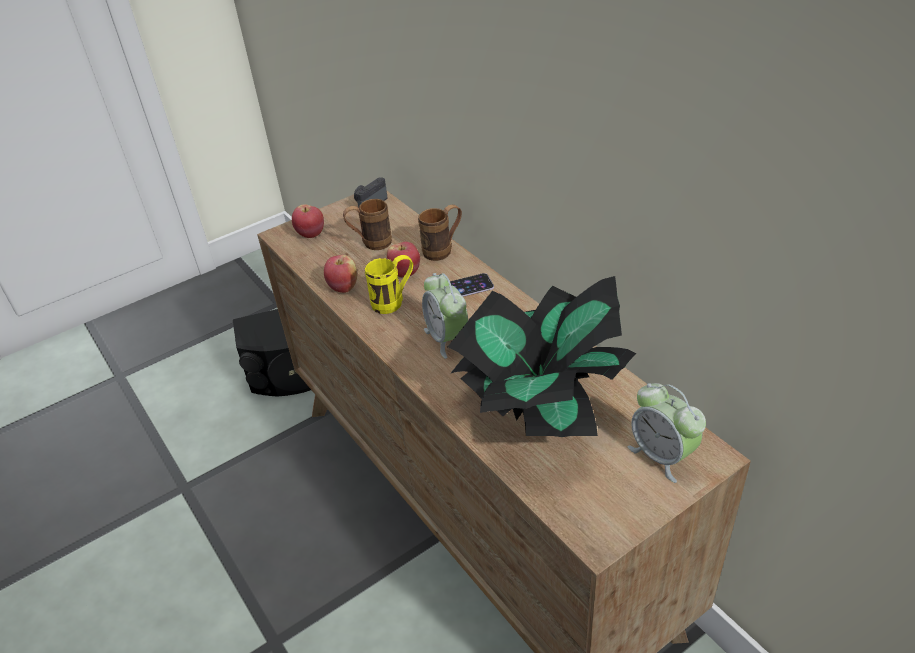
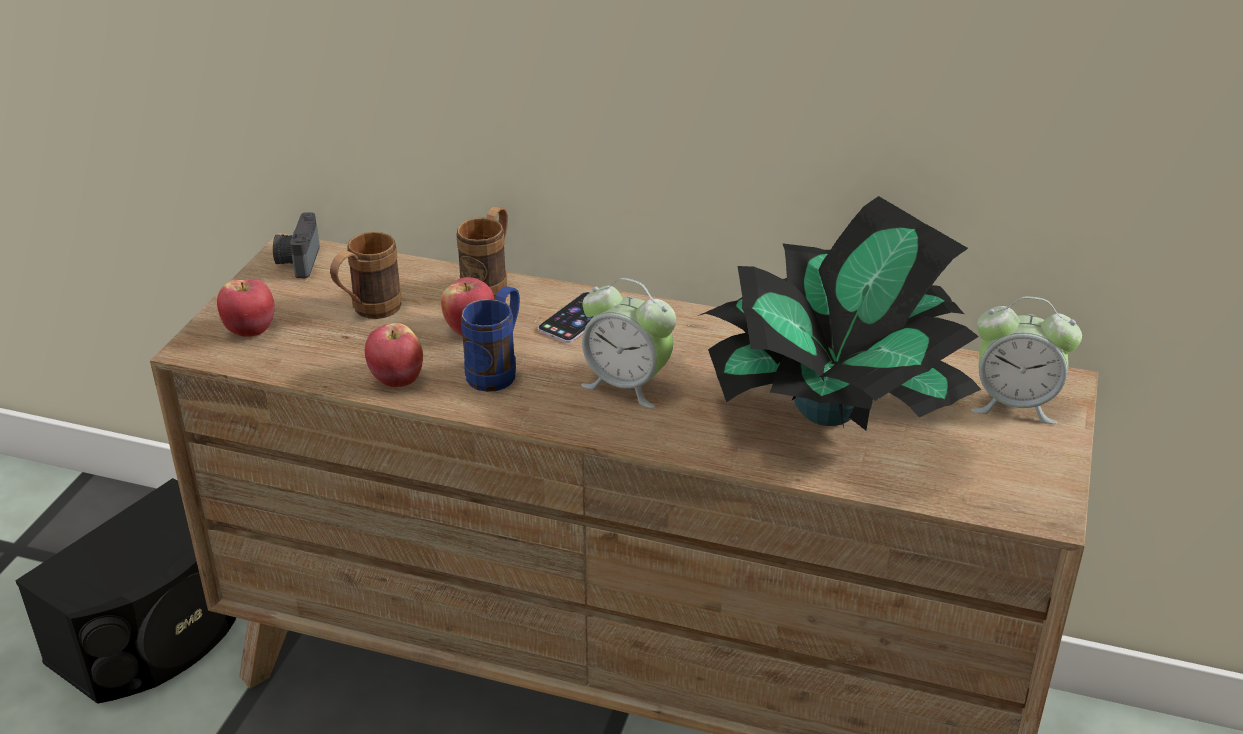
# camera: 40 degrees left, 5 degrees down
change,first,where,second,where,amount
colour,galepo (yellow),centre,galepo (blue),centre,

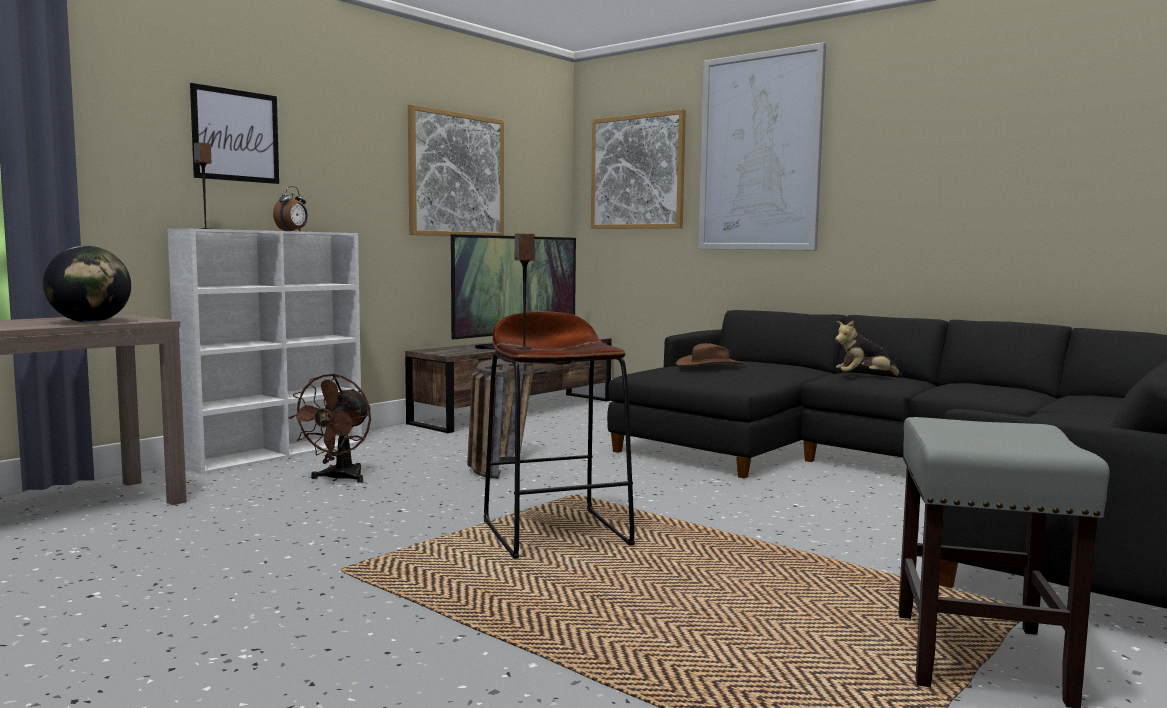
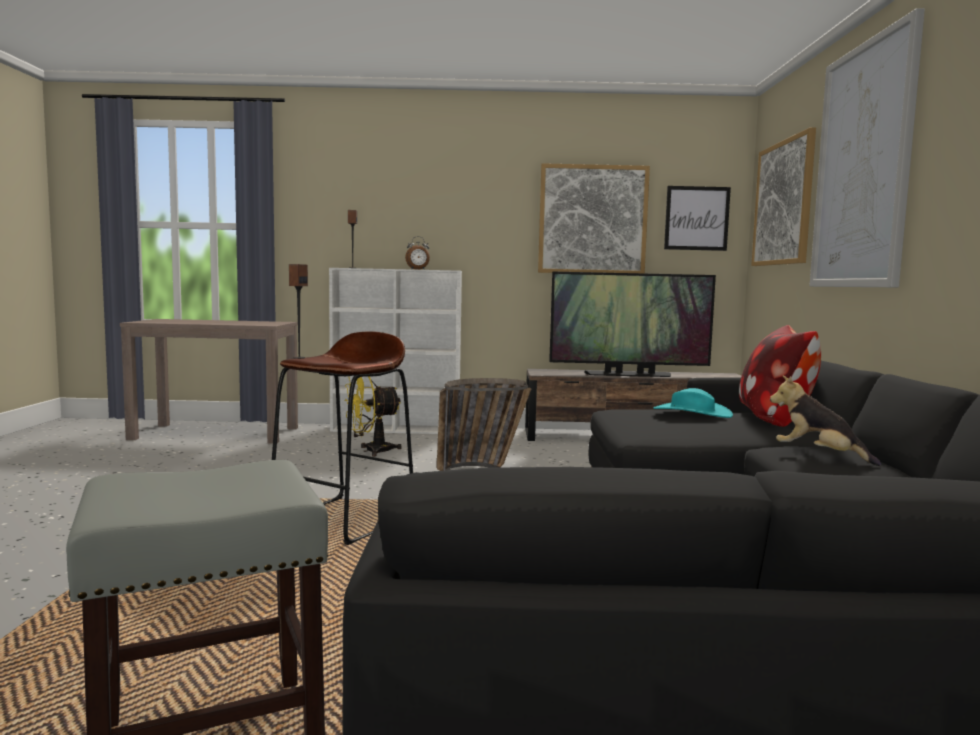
# camera: 50 degrees right, 0 degrees up
change,first,where,second,where,amount
colour,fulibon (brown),middle left,fulibon (yellow),centre,
colour,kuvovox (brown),centre,kuvovox (turquoise),middle right,
relocated,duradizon (no. 1 from left in the first image),top left,duradizon (no. 2 from left),top right,
appeared,,,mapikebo,middle right,
missing,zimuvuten,middle left,,,

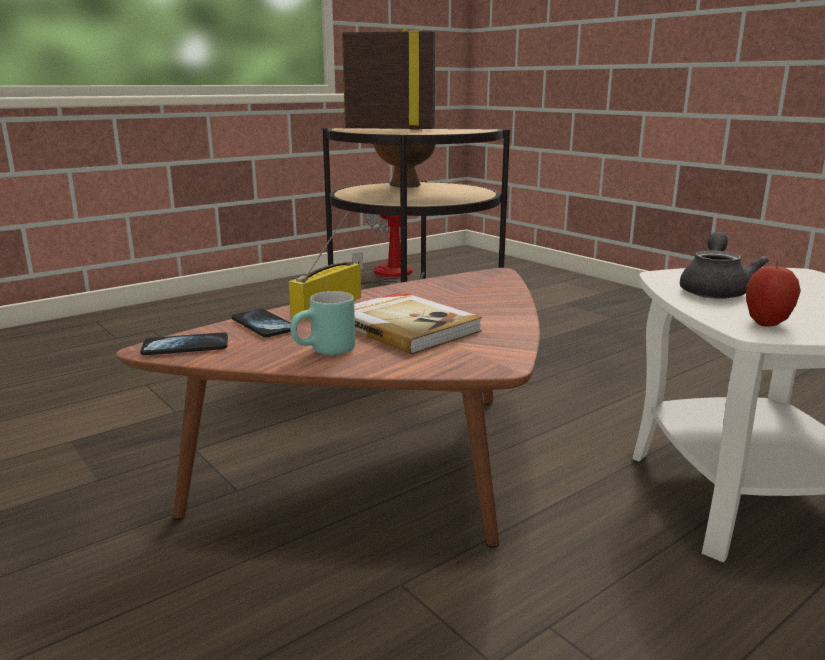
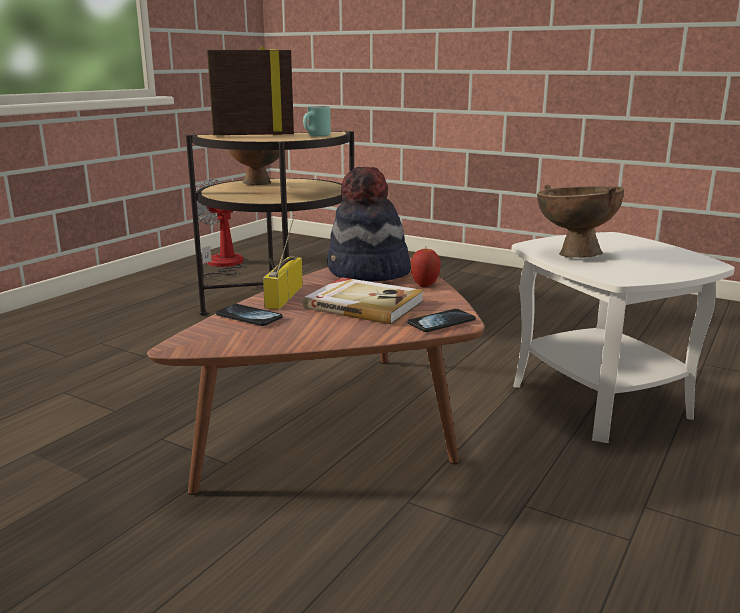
# camera: 20 degrees left, 0 degrees up
change,first,where,second,where,amount
relocated,galepo (turquoise),centre,,top centre,
appeared,,,kuvovox,centre,
relocated,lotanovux (no. 1 from left in the first image),middle left,lotanovux (no. 2 from left),centre,
relocated,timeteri,middle right,,centre,
exchanged,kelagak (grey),middle right,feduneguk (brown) (no. 2 from left),middle right,

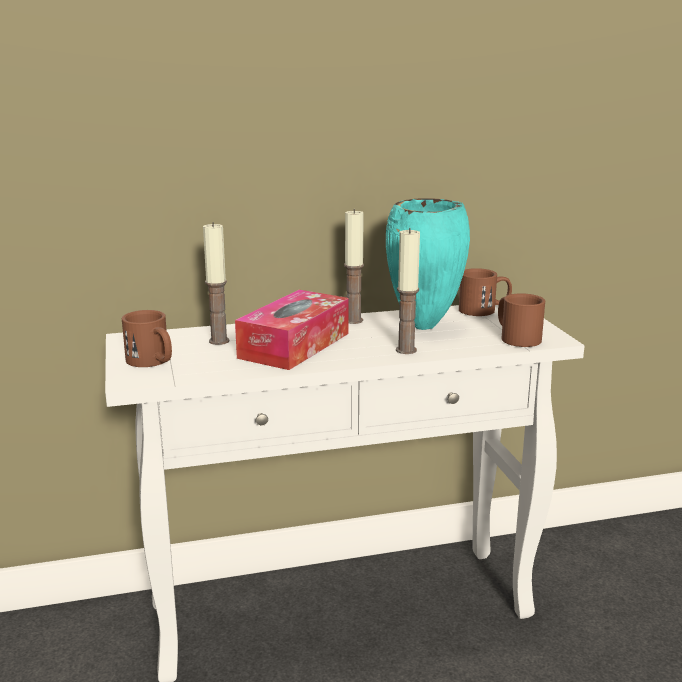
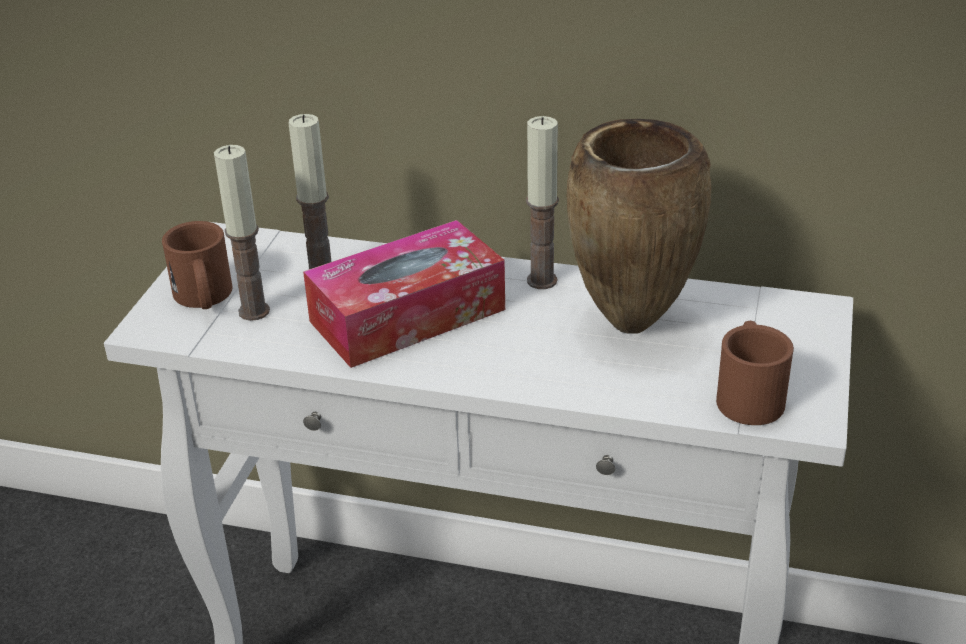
# camera: 30 degrees right, 15 degrees up
change,first,where,second,where,amount
relocated,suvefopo (no. 3 from left in the first image),centre,suvefopo (no. 1 from left),middle left,
colour,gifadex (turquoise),centre,gifadex (brown),centre,
missing,galepo (brown) (no. 2 from left),middle right,,,

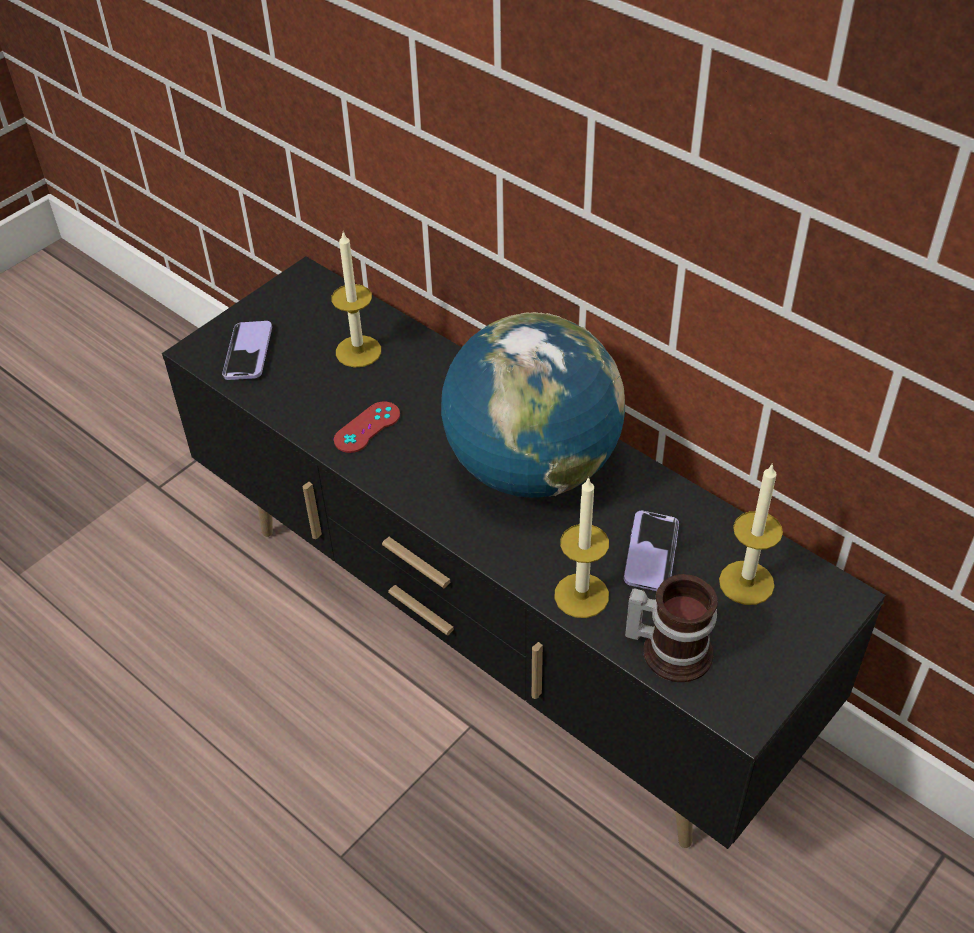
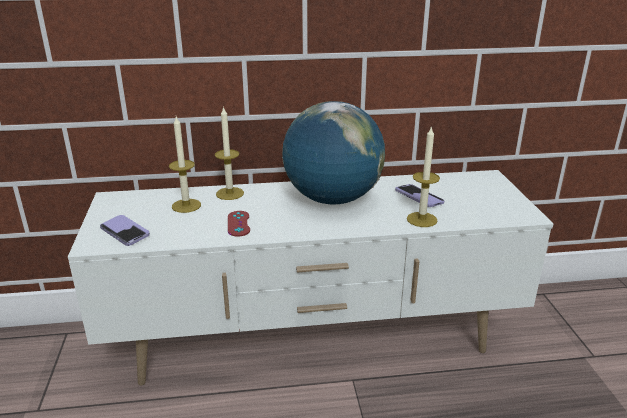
# camera: 50 degrees left, 20 degrees down
change,first,where,second,where,amount
colour,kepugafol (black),centre,kepugafol (white),centre,
relocated,suvefopo (no. 3 from left in the first image),middle right,suvefopo (no. 2 from left),centre,
missing,galepo,bottom right,,,

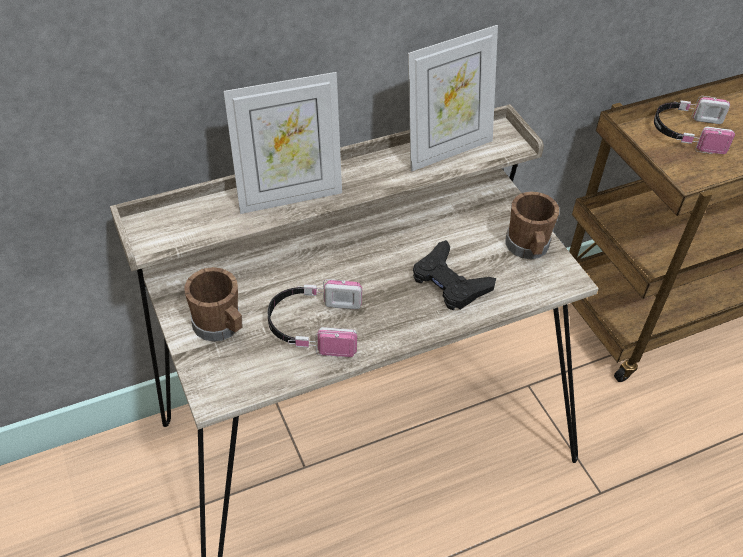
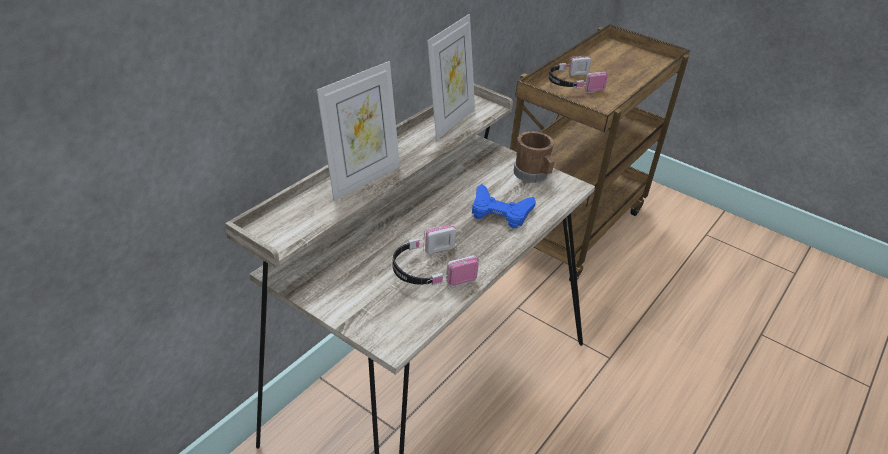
# camera: 30 degrees left, 10 degrees down
change,first,where,second,where,amount
colour,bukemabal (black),centre,bukemabal (blue),centre,
missing,galepo (brown) (no. 1 from left),middle left,,,

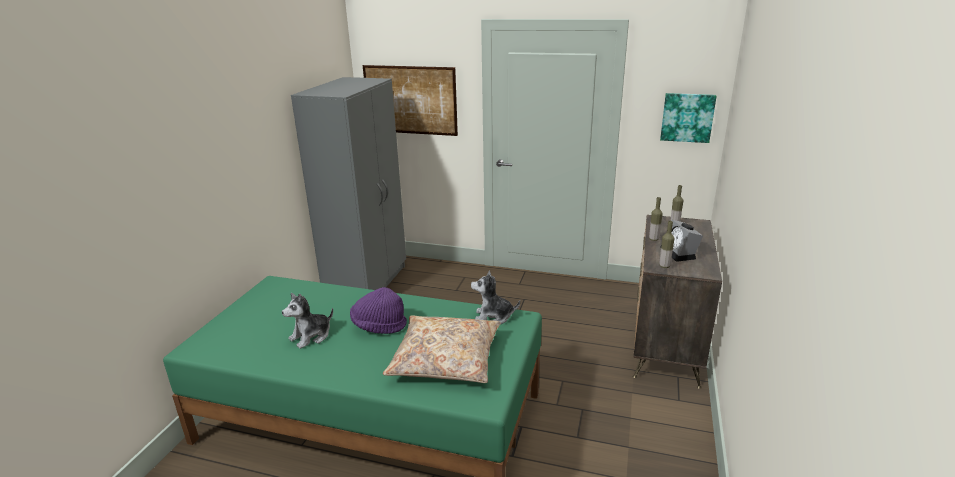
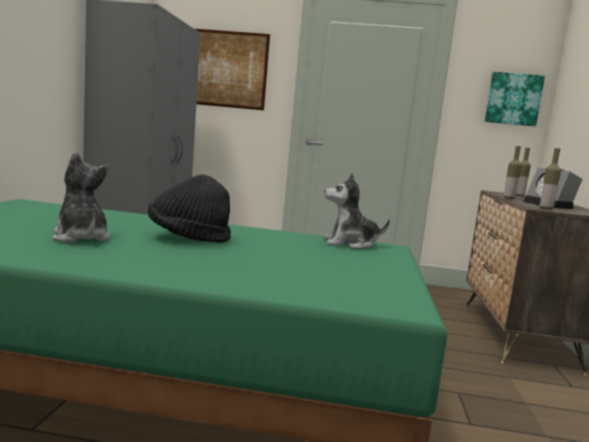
# camera: 10 degrees left, 15 degrees down
change,first,where,second,where,amount
spun,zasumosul (no. 1 from left),bottom left,,middle left,105 degrees clockwise
colour,kuvovox (purple),centre,kuvovox (black),middle left,
missing,mapikebo (beige),bottom centre,,,

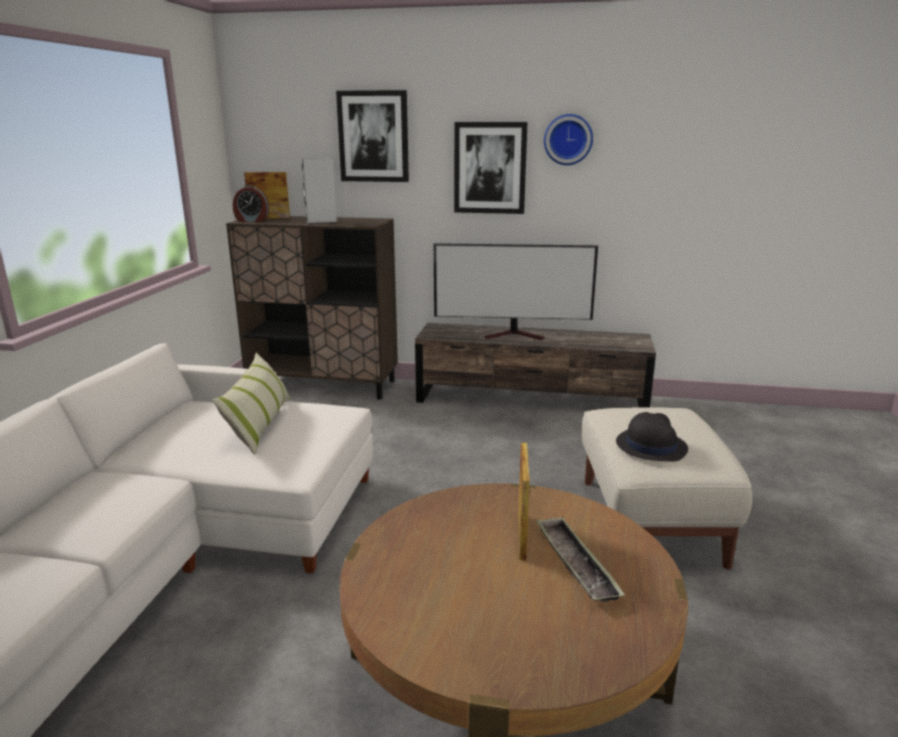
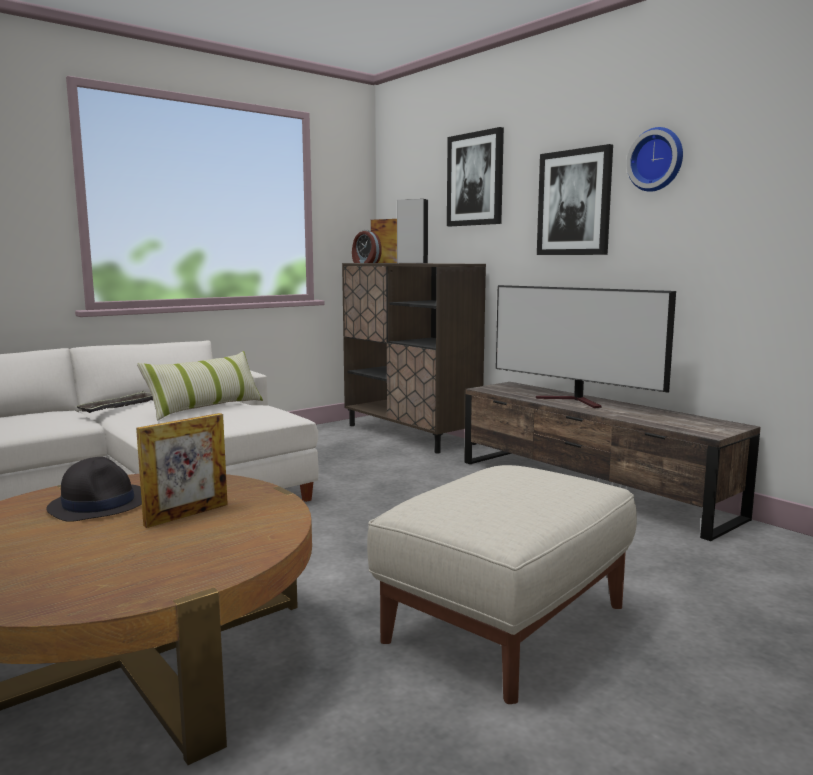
# camera: 40 degrees right, 10 degrees down
change,first,where,second,where,amount
relocated,kuvovox (black),middle right,,middle left,
relocated,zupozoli,bottom centre,,middle left,

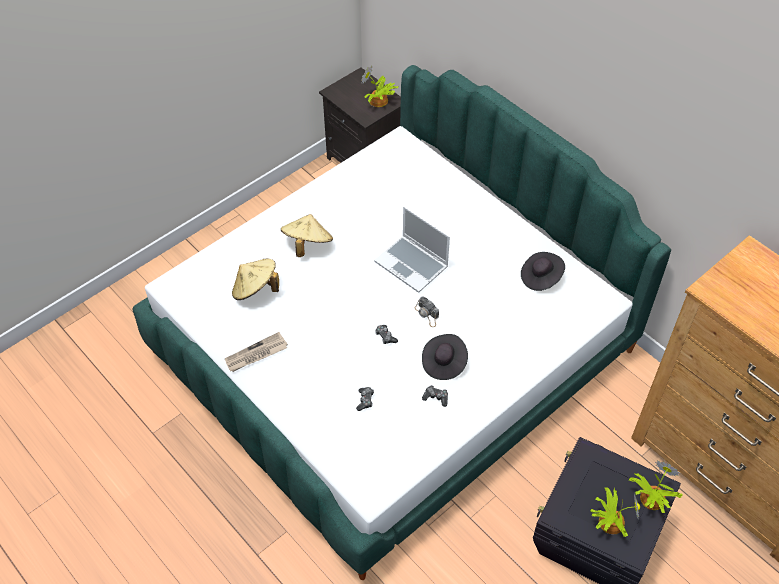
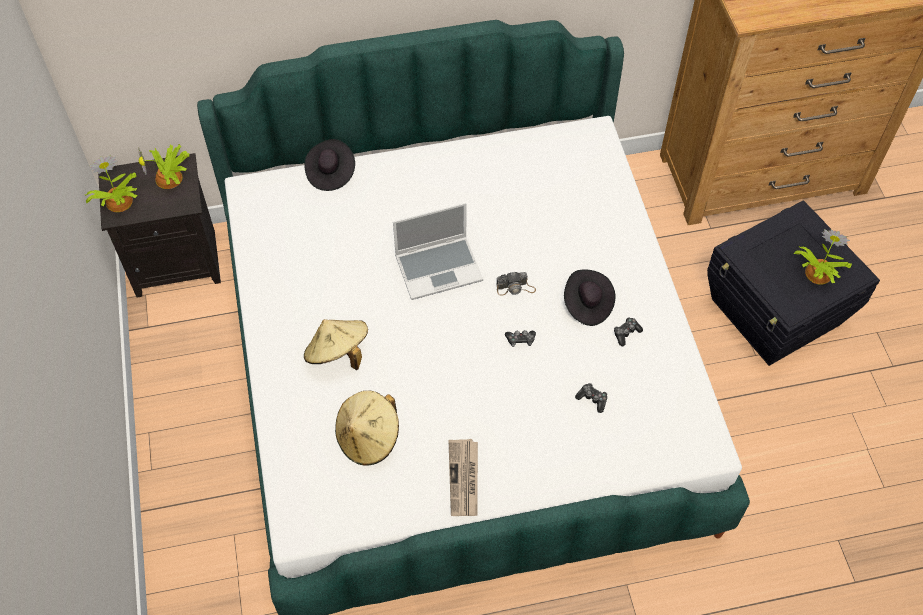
# camera: 60 degrees left, 5 degrees up
change,first,where,second,where,amount
relocated,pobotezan (no. 3 from left in the first image),bottom right,pobotezan (no. 1 from left),top left,
relocated,kuvovox (black) (no. 2 from left in the first image),middle right,kuvovox (black) (no. 1 from left),top centre,

